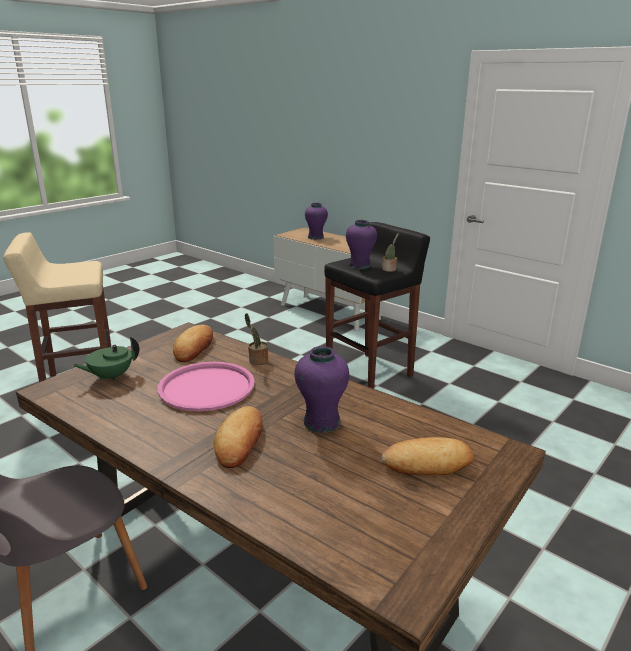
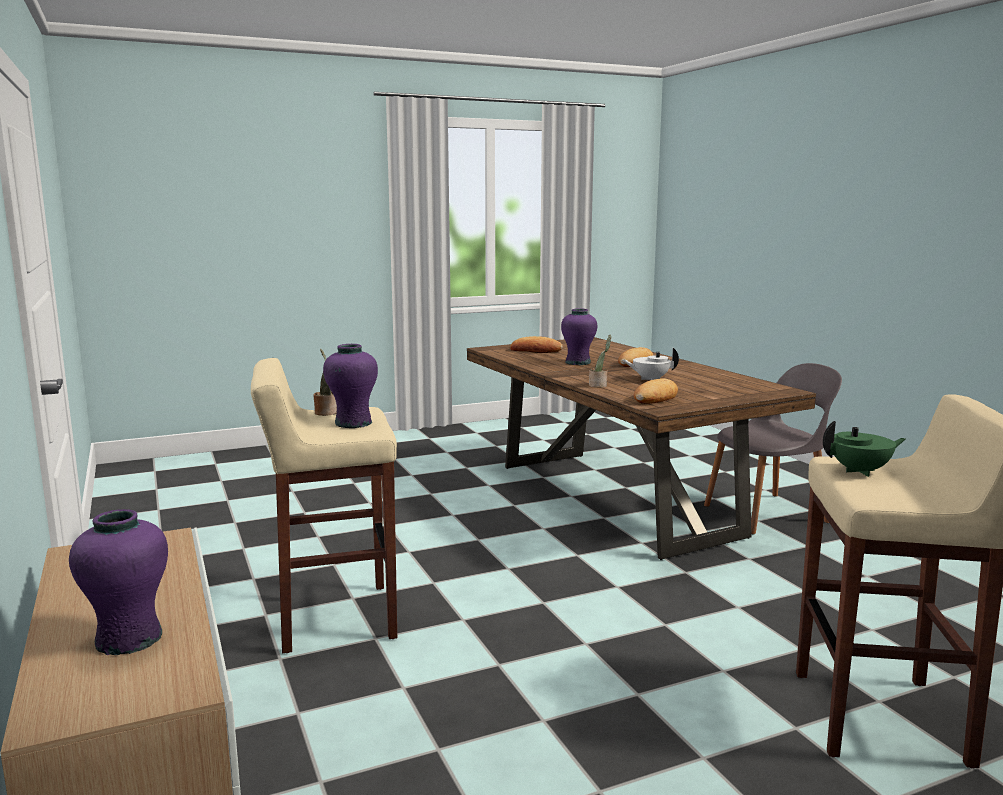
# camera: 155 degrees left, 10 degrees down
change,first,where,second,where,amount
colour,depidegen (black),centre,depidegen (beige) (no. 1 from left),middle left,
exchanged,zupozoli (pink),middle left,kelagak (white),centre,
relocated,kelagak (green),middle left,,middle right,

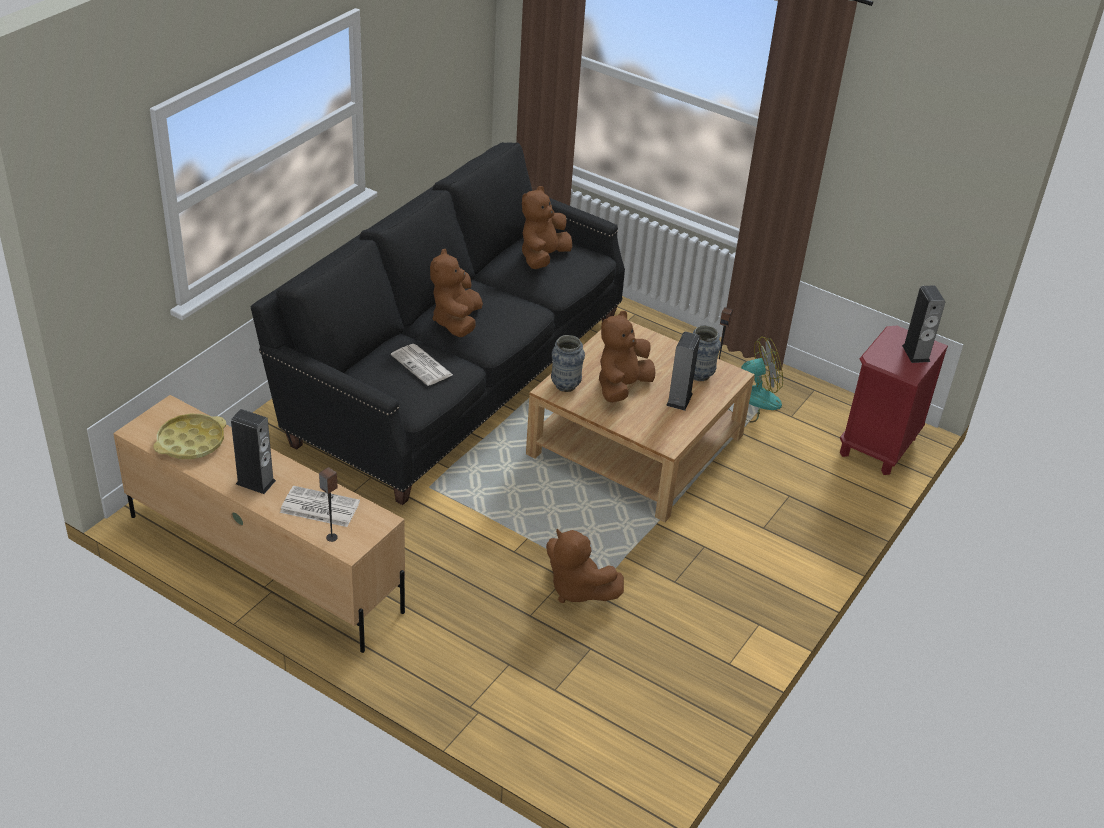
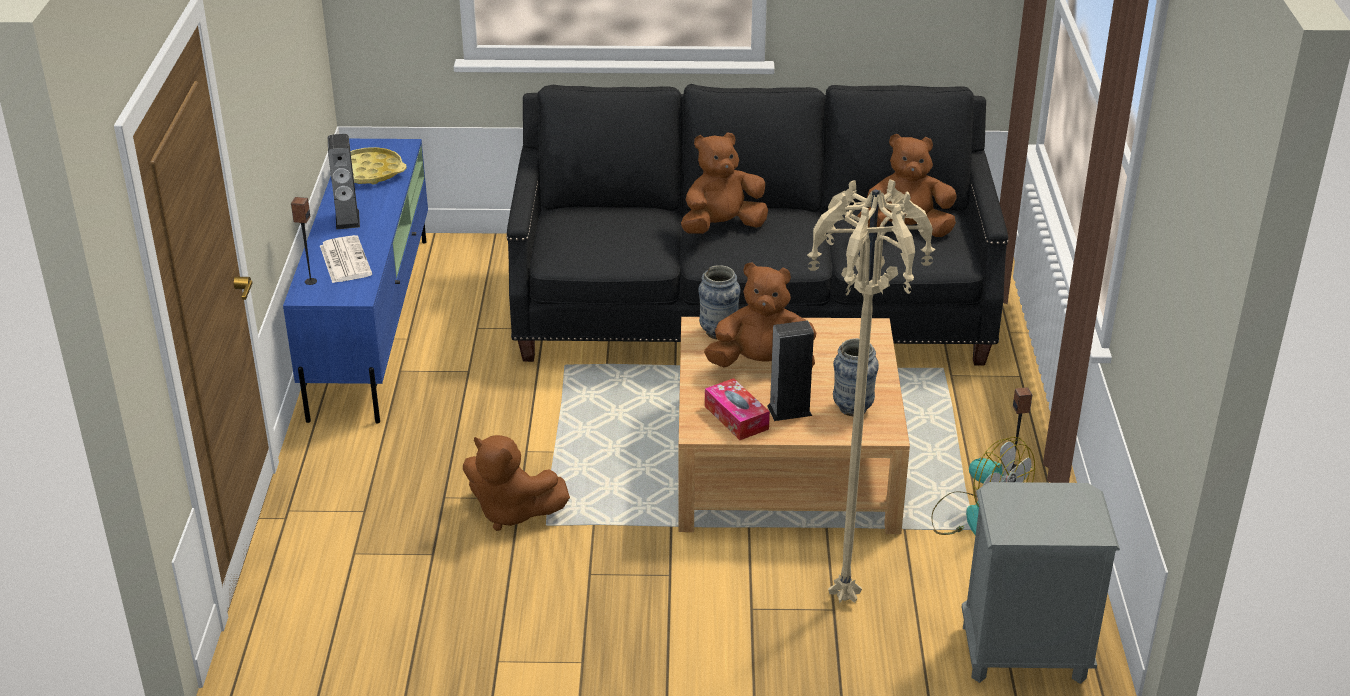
# camera: 60 degrees right, 5 degrees down
change,first,where,second,where,amount
colour,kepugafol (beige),middle left,kepugafol (blue),middle left,
spun,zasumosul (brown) (no. 3 from left in the first image),bottom centre,zasumosul (brown) (no. 1 from left),bottom centre,75 degrees counterclockwise
appeared,,,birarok,centre,
appeared,,,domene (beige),centre,
colour,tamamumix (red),middle right,tamamumix (grey),bottom right,
missing,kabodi (no. 2 from left),centre,,,
missing,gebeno (no. 5 from left),middle right,,,

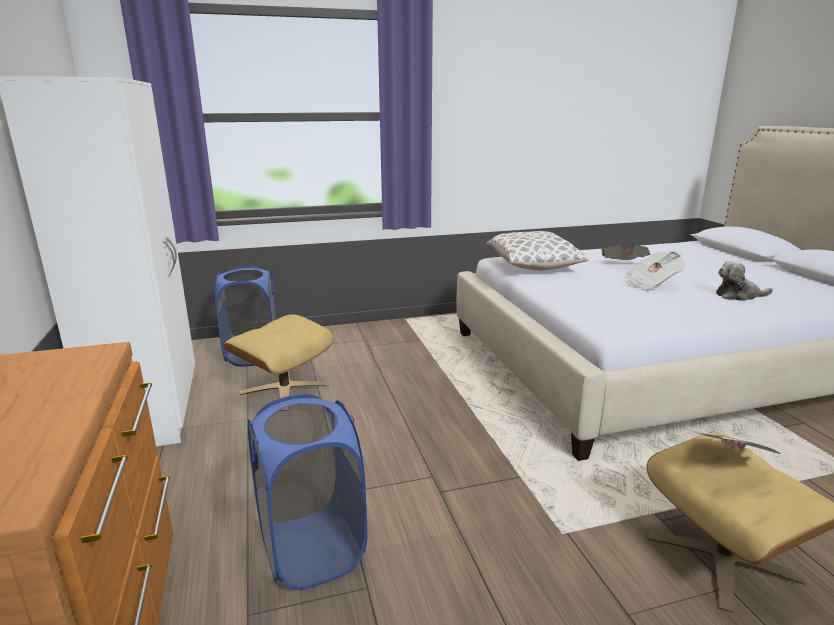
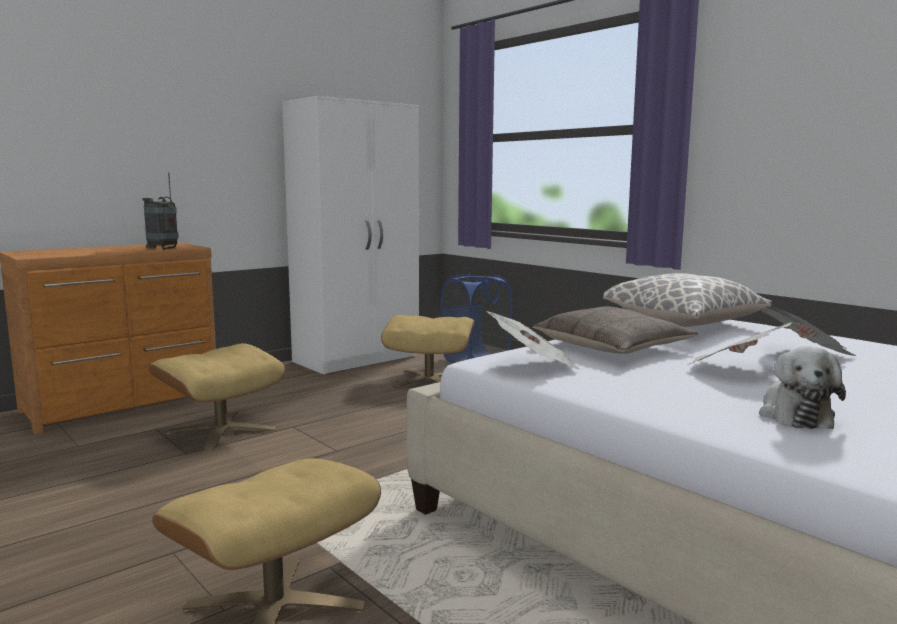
# camera: 65 degrees right, 10 degrees down
change,first,where,second,where,amount
appeared,,,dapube,middle left,
exchanged,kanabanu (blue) (no. 2 from left),bottom centre,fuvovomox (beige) (no. 1 from left),middle left,
relocated,kabodi (no. 3 from left in the first image),bottom right,kabodi (no. 1 from left),centre,
appeared,,,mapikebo (no. 1 from left),middle right,
spun,zasumosul,middle right,,middle right,150 degrees counterclockwise

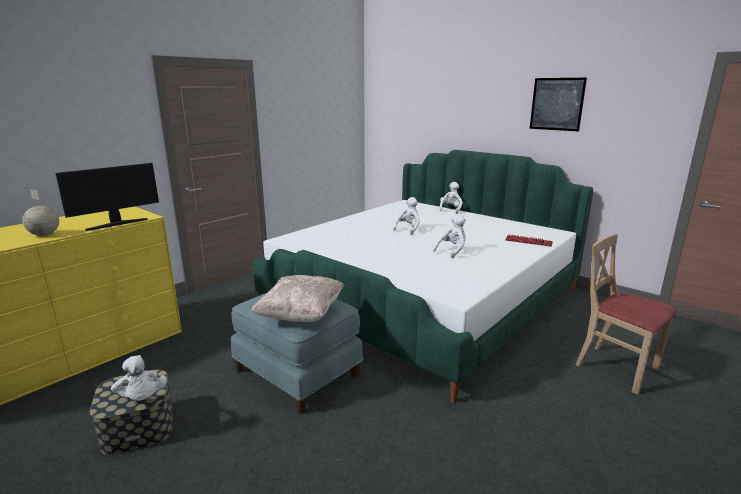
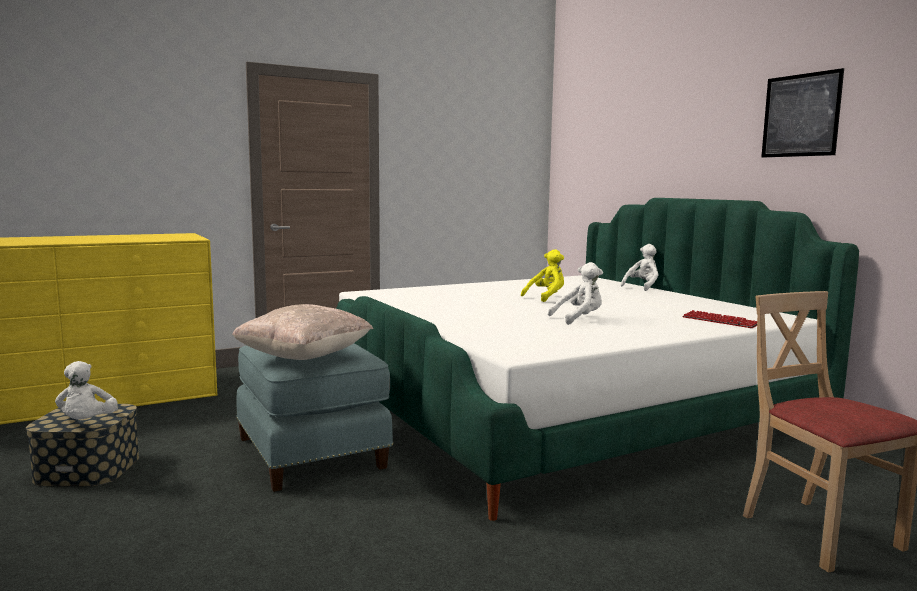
# camera: 20 degrees right, 10 degrees down
change,first,where,second,where,amount
colour,zasumosul (white) (no. 2 from left),centre,zasumosul (yellow),centre,
missing,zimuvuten,middle left,,,
missing,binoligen,middle left,,,

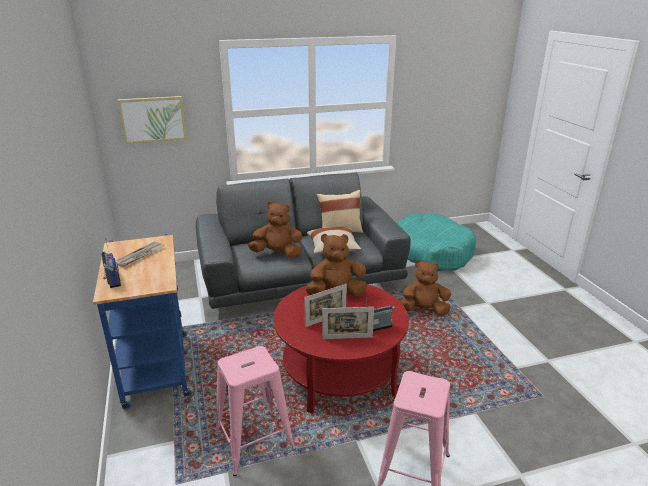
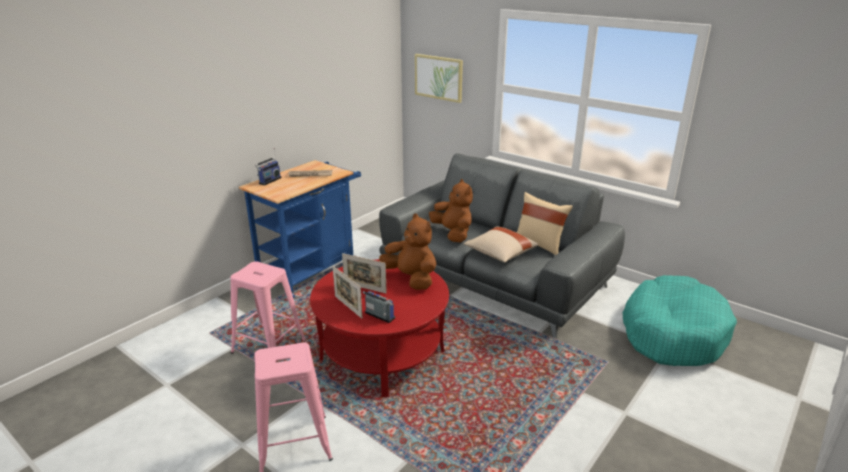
# camera: 55 degrees right, 0 degrees up
change,first,where,second,where,amount
missing,zasumosul (brown) (no. 3 from left),centre,,,

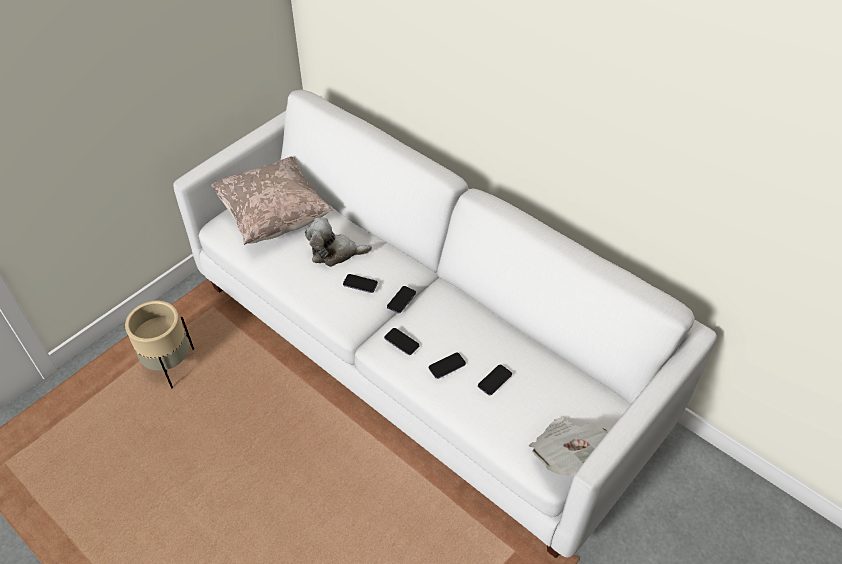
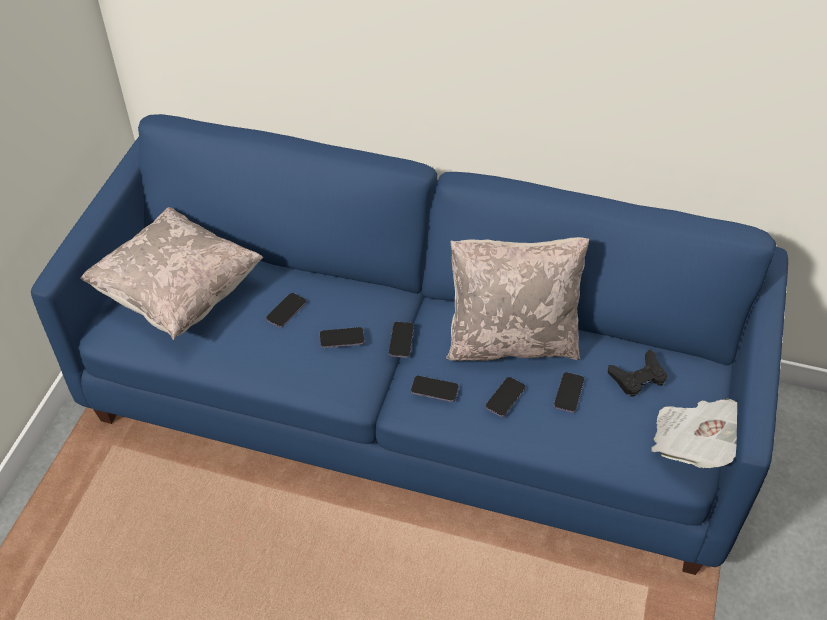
# camera: 25 degrees left, 0 degrees up
change,first,where,second,where,amount
colour,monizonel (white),centre,monizonel (blue),centre,
exchanged,zasumosul,centre,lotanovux (no. 1 from left),centre,
appeared,,,mapikebo (beige) (no. 2 from left),centre,
appeared,,,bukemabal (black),middle right,
missing,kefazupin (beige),middle left,,,

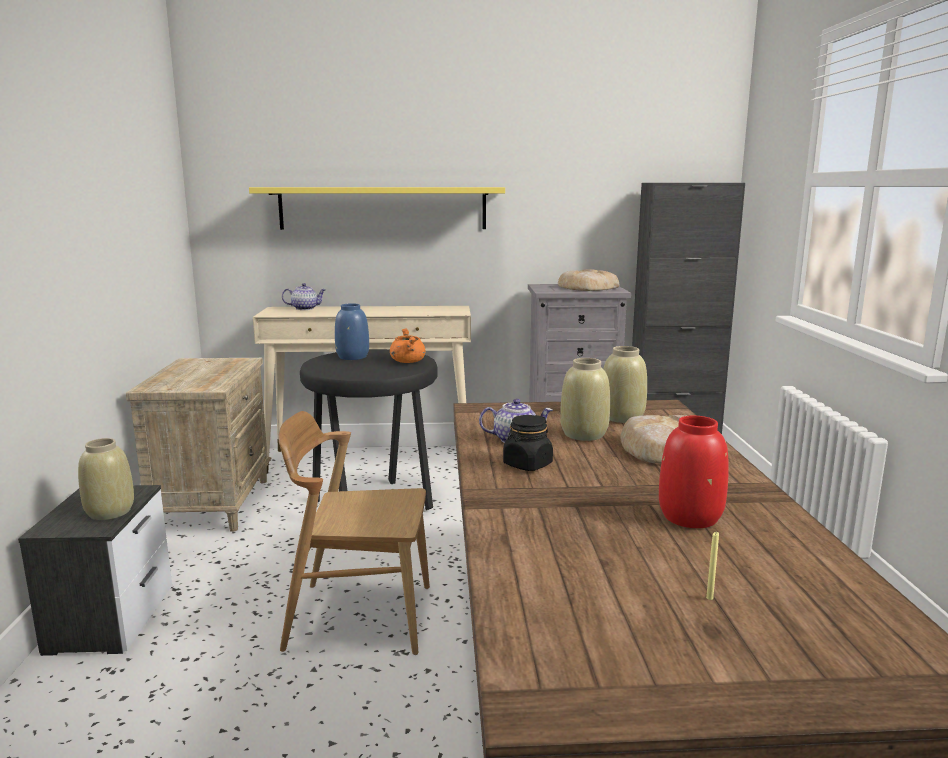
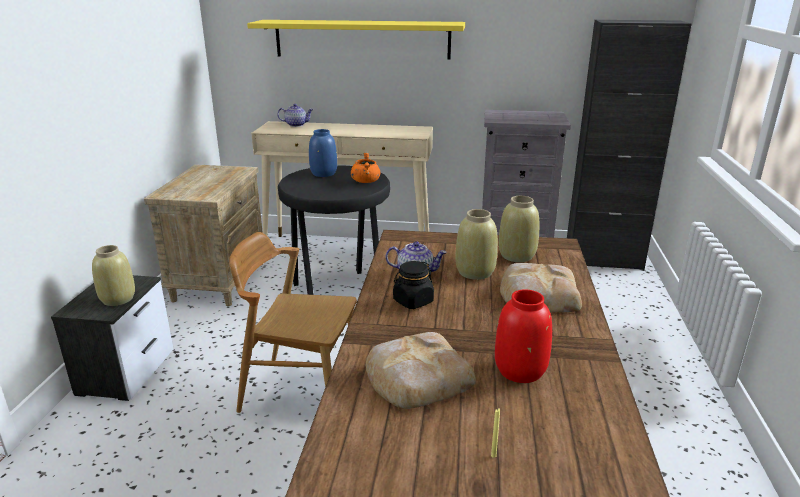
# camera: 10 degrees right, 10 degrees up
change,first,where,second,where,amount
relocated,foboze (no. 1 from left),centre,,bottom centre,

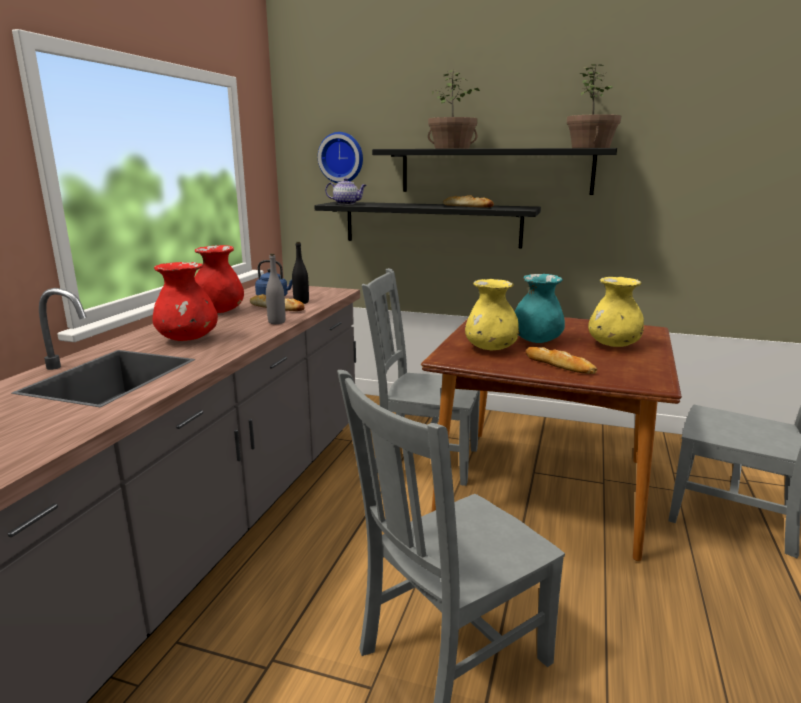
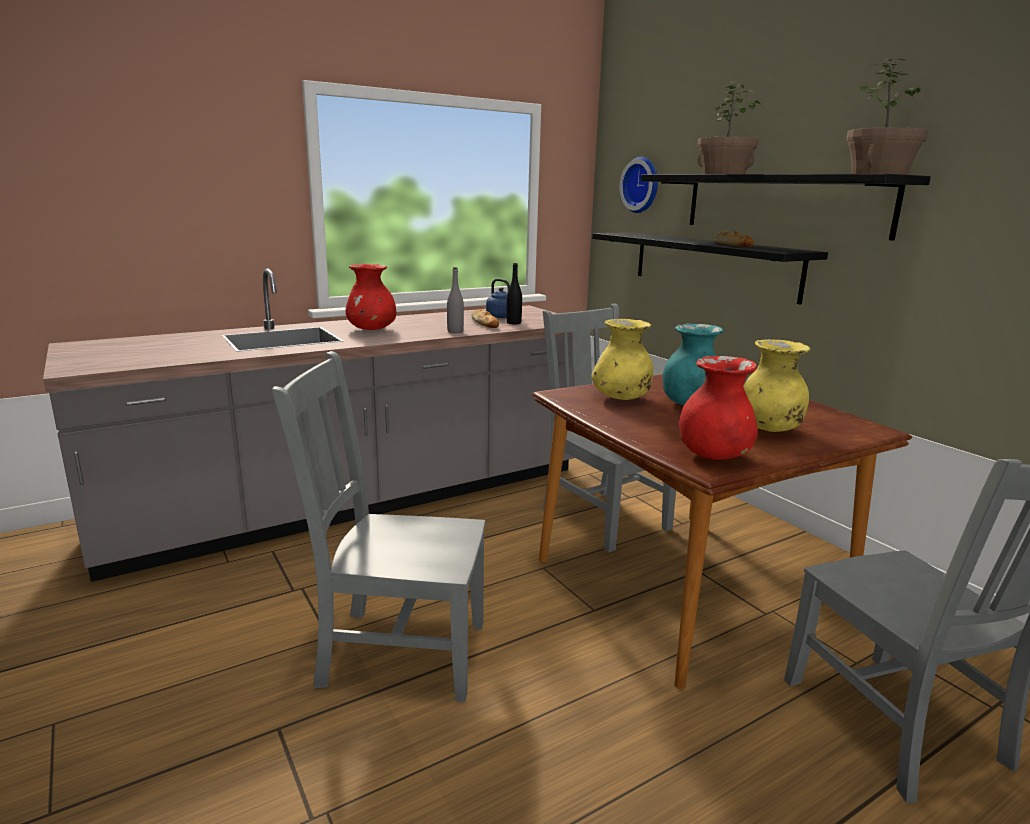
# camera: 40 degrees right, 0 degrees up
change,first,where,second,where,amount
relocated,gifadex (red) (no. 2 from left),middle left,,middle right,
missing,kelagak,top centre,,,
missing,foboze (no. 3 from left),middle right,,,

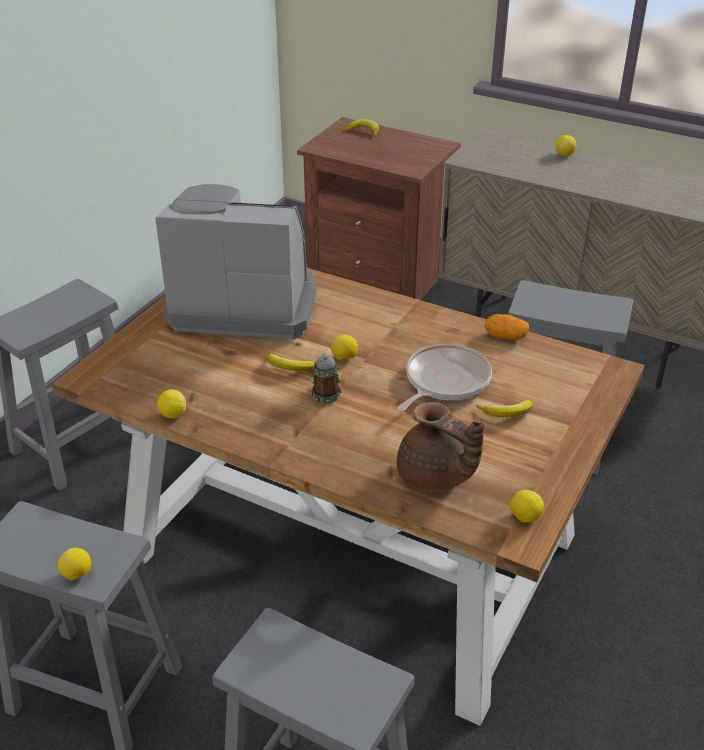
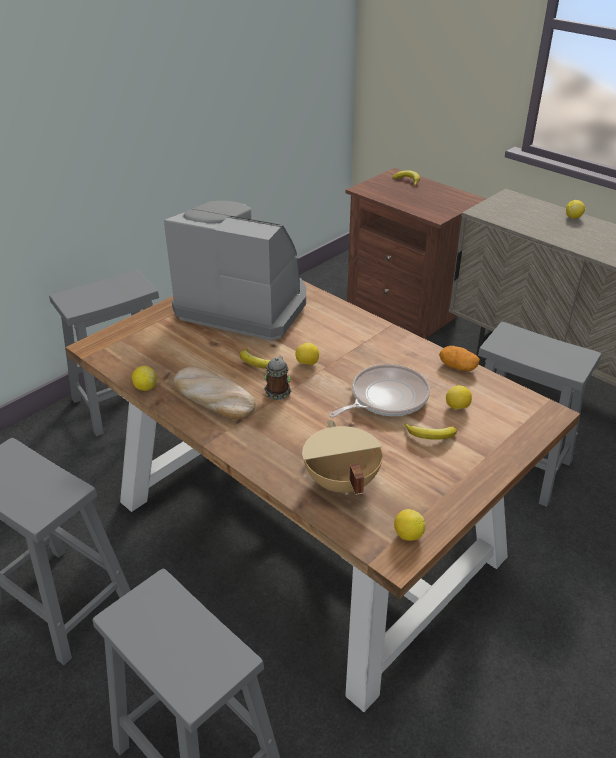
# camera: 15 degrees right, 0 degrees up
change,first,where,second,where,amount
appeared,,,foboze,centre,
exchanged,kelagak (brown),centre,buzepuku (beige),centre,
relocated,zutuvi (no. 1 from left in the first image),bottom left,zutuvi (no. 4 from left),middle right,

